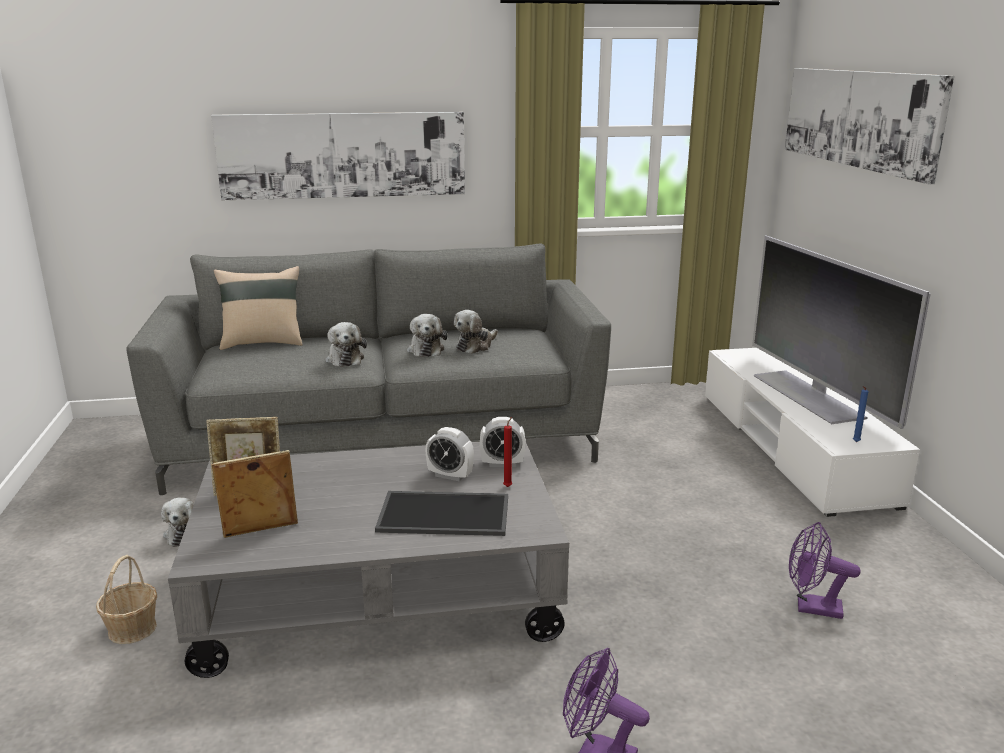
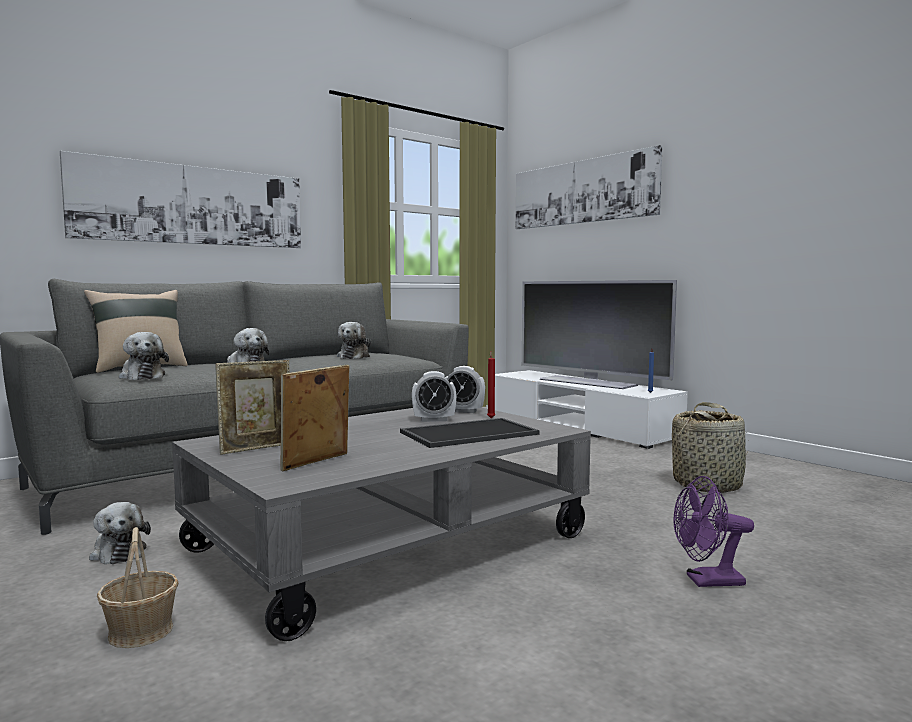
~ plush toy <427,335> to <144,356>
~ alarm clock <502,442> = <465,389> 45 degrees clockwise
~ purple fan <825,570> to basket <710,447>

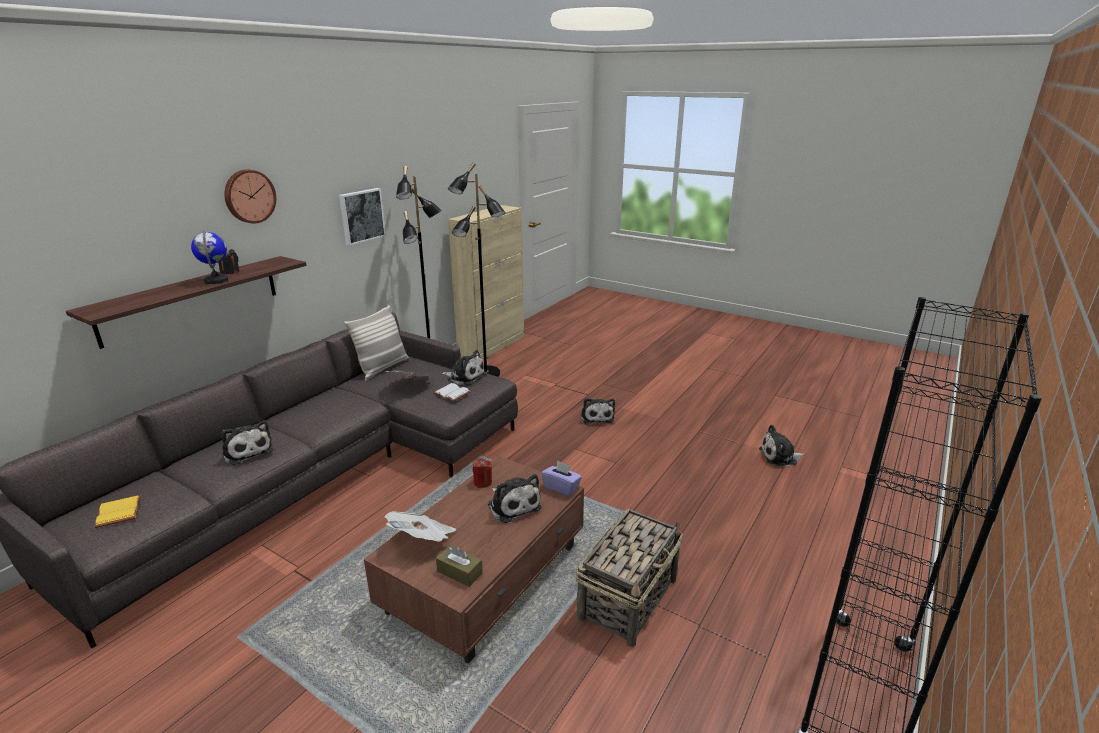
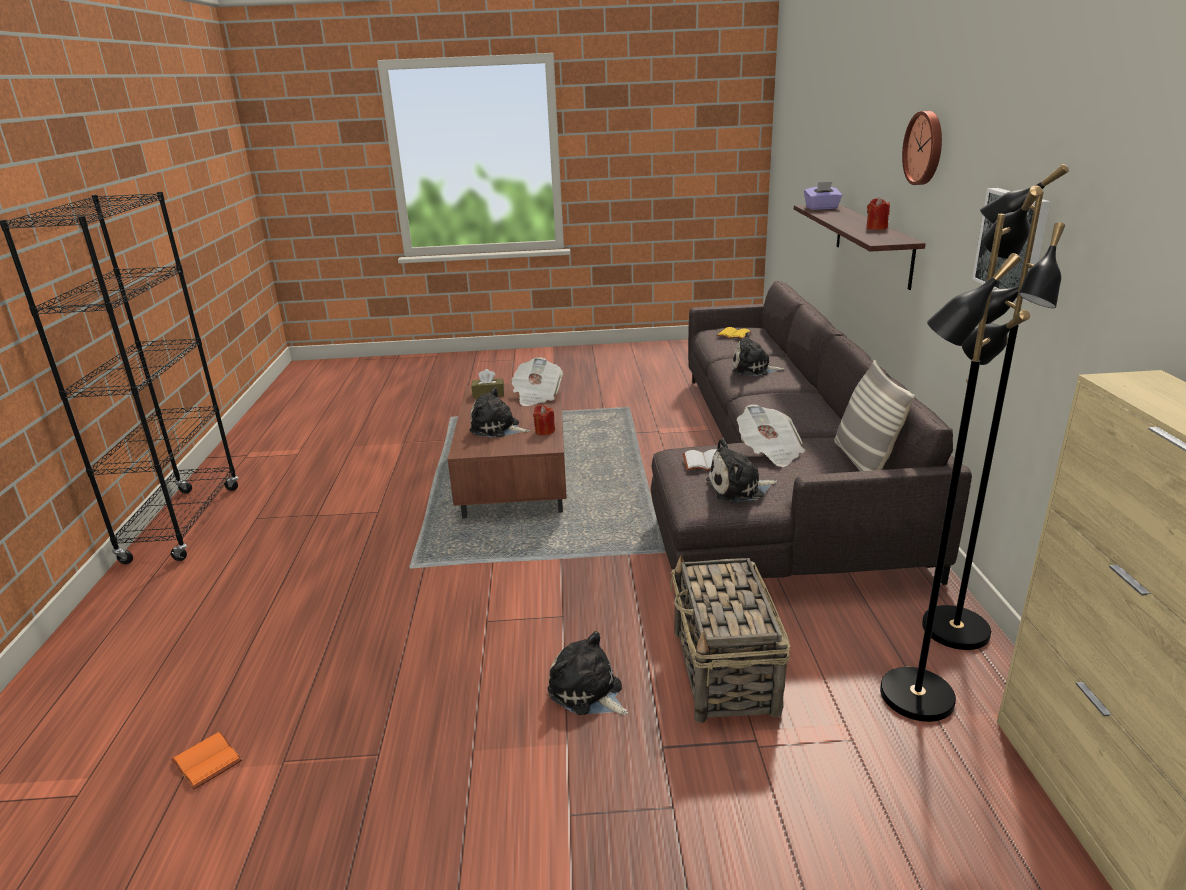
- globe <209,257>
~ black candle <229,261> to red candle <878,213>
~ purple tissue box <561,478> to <823,196>
~ basket <629,578> to <730,639>
~ plush toy <782,445> to orange book <206,761>

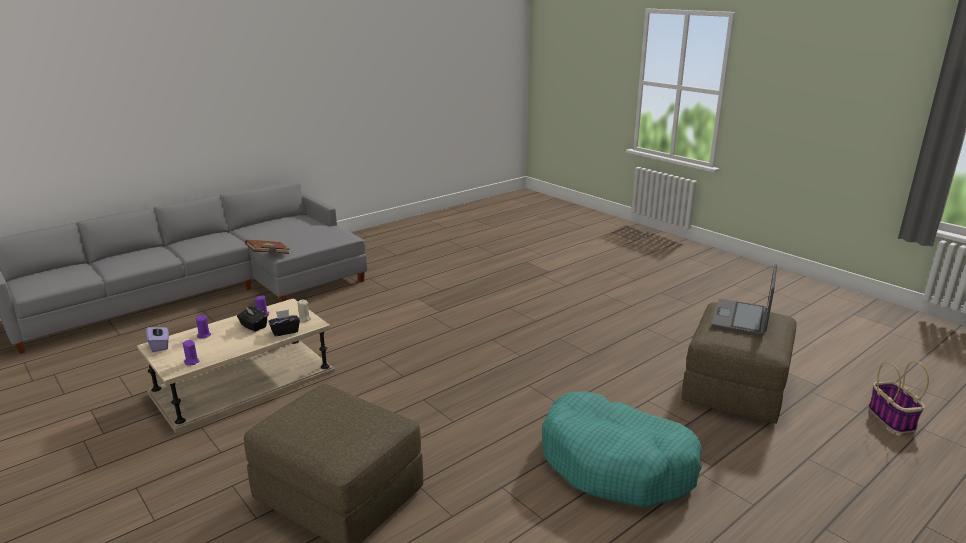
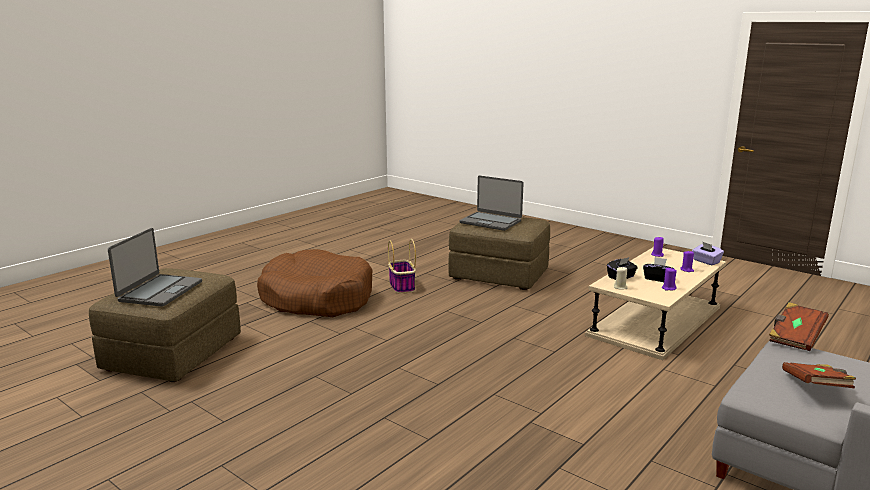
~ turquoise dog bed <622,449> to brown dog bed <314,283>
~ basket <899,397> to <402,266>
+ laptop <492,203>
+ brown book <819,375>

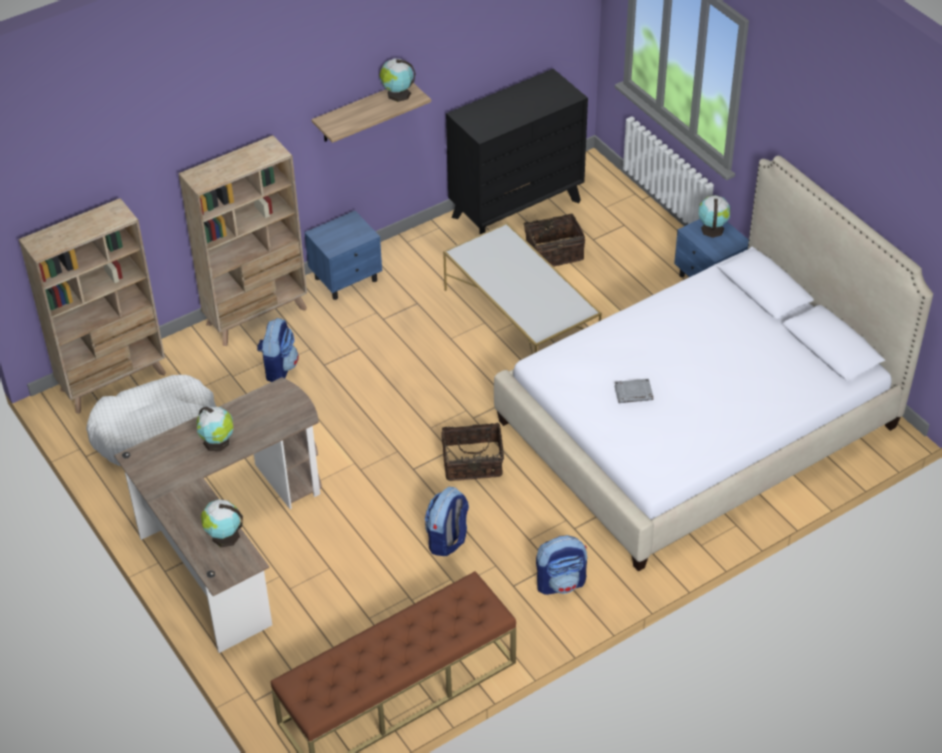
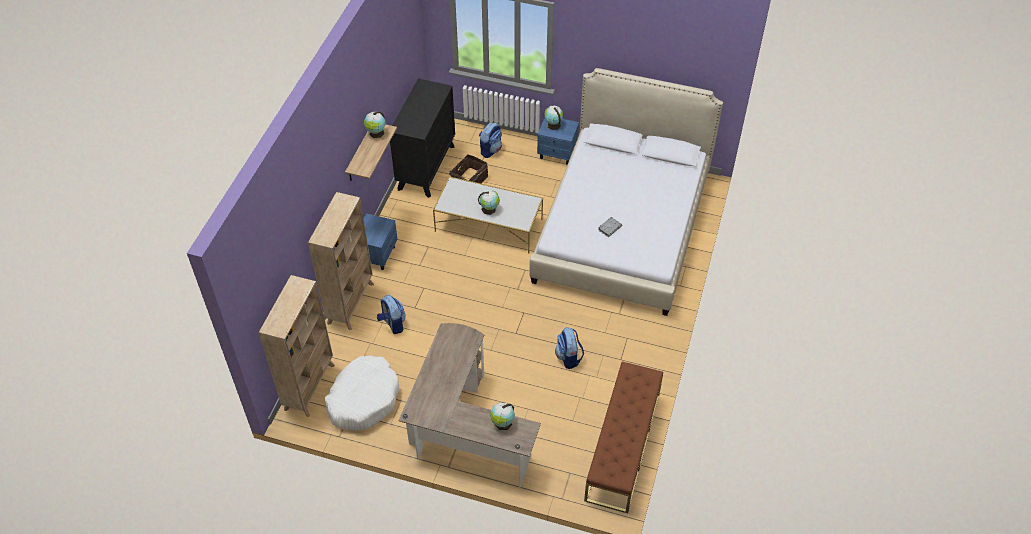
~ globe <215,429> to <489,202>
- basket <472,452>
~ backpack <561,565> to <490,140>

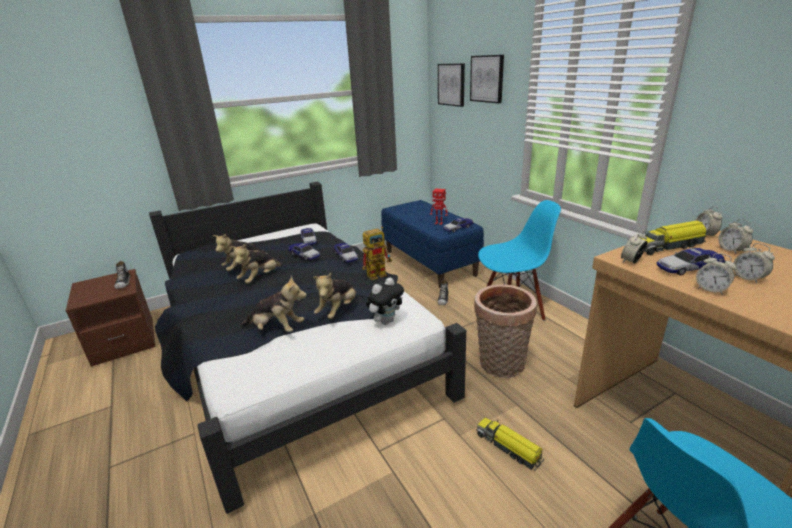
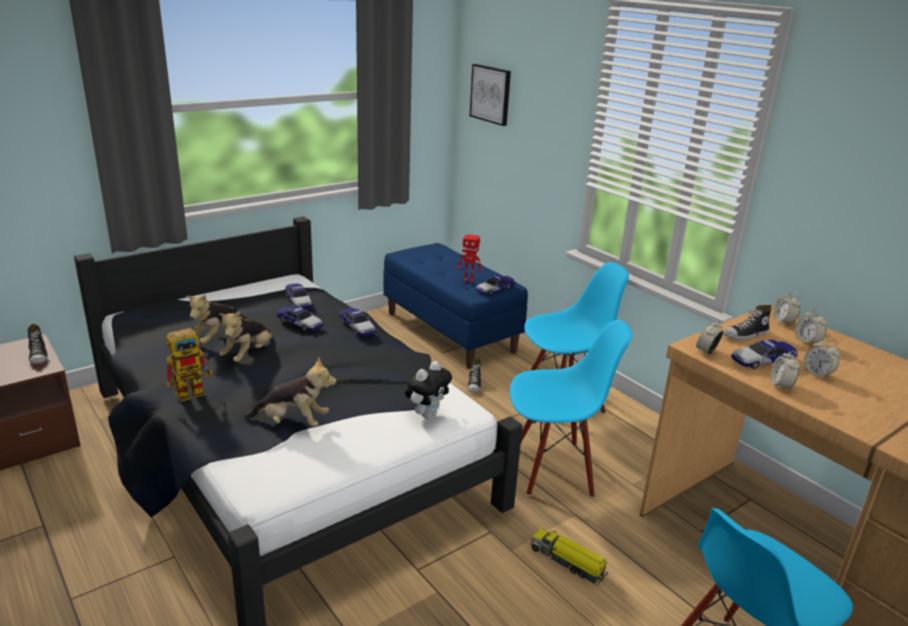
- plush toy <334,296>
~ toy robot <377,253> to <189,364>
- picture <487,79>
~ basket <505,331> to blue chair <571,409>
~ toy truck <673,238> to shoe <747,322>
~ alarm clock <716,274> = <785,369> 60 degrees clockwise

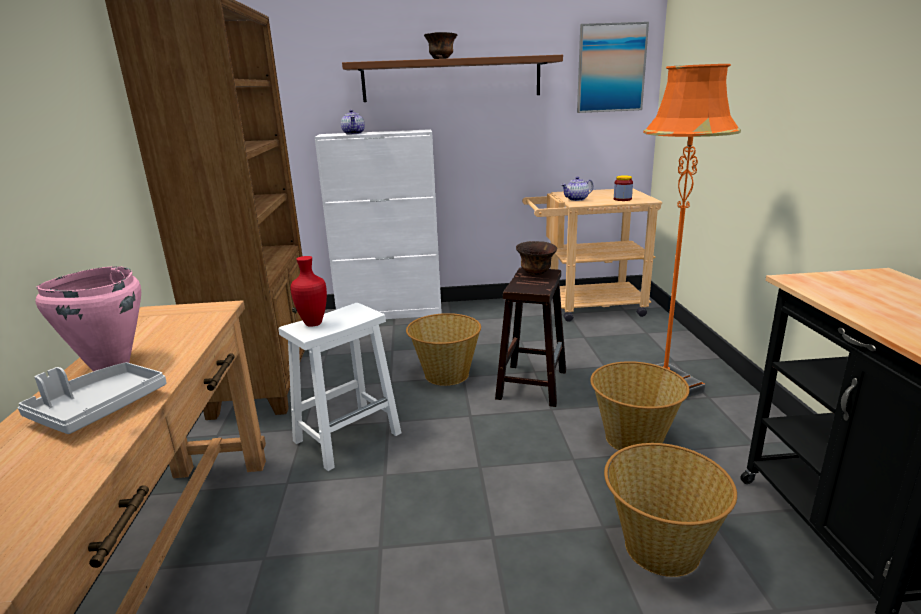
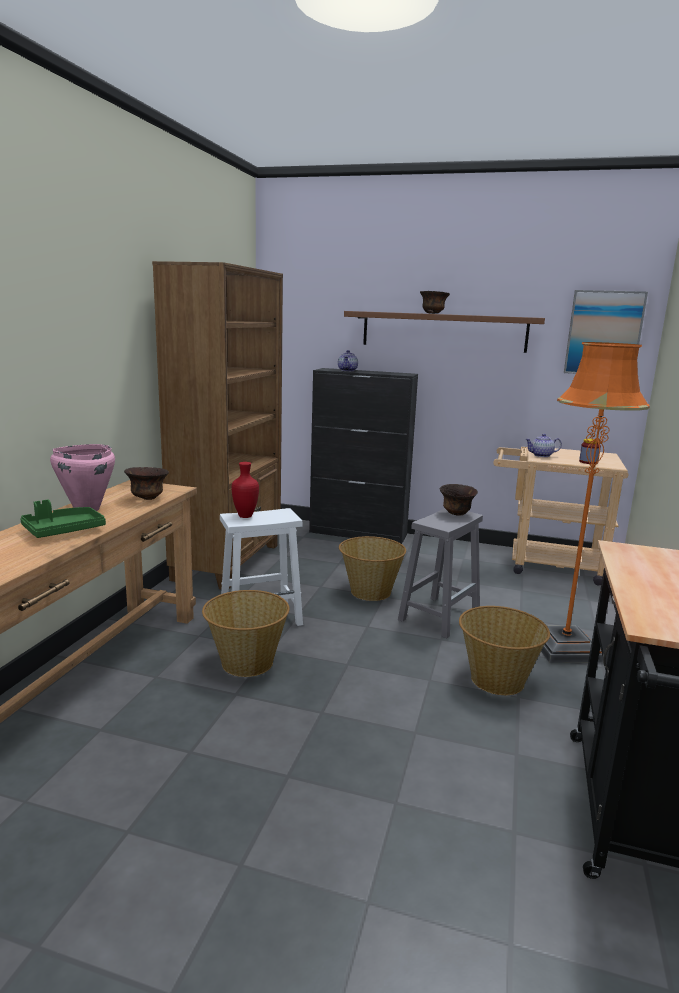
~ grey tray <92,398> to green tray <63,519>
~ white cabinet <378,224> to black cabinet <363,456>
~ brown stool <530,337> to grey stool <440,573>
~ basket <670,510> to <246,633>
+ brown bowl <146,483>

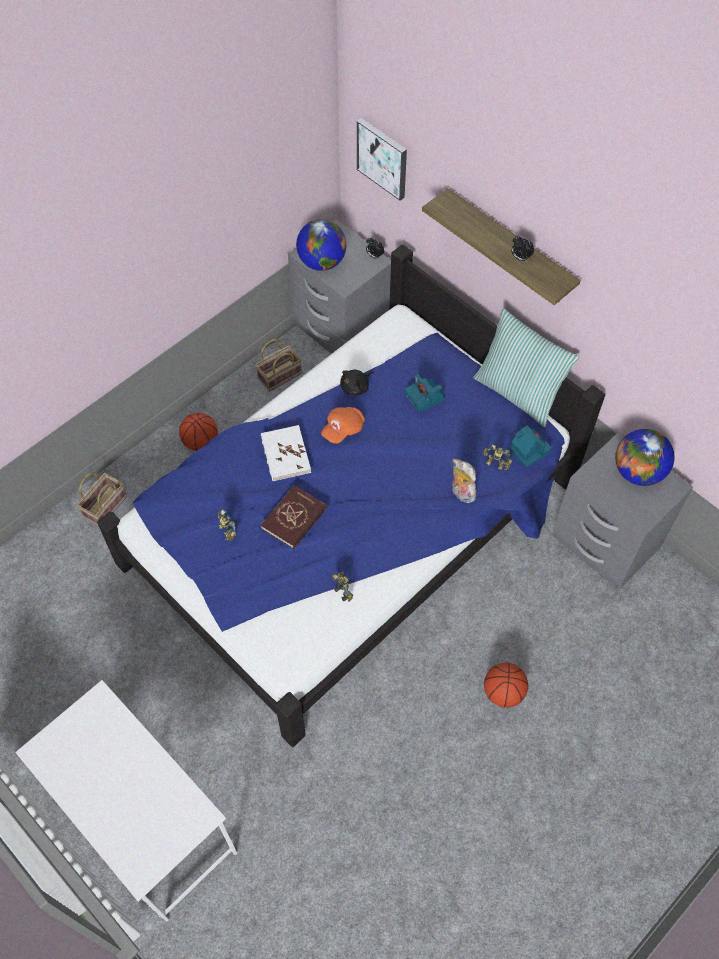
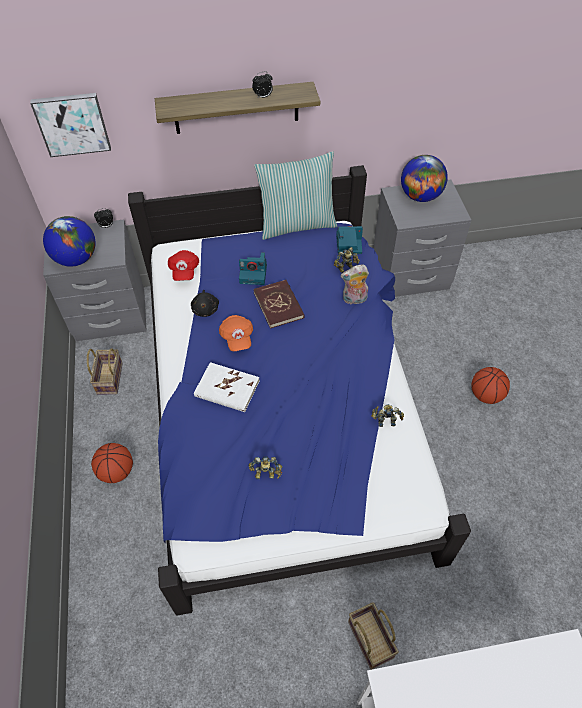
~ basket <102,499> to <373,636>
~ red book <293,517> to <278,304>
+ red cap <183,265>

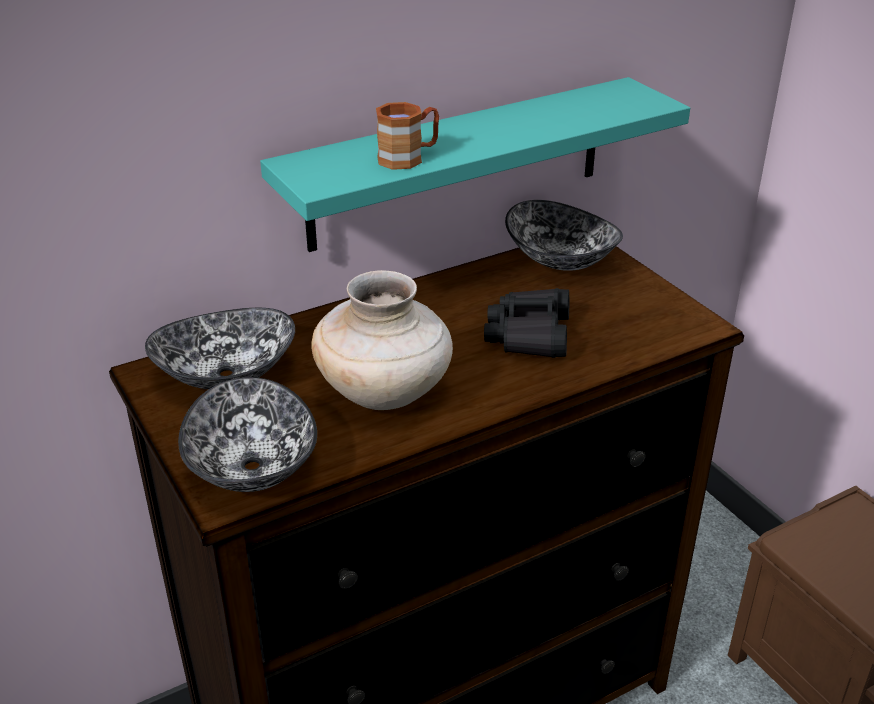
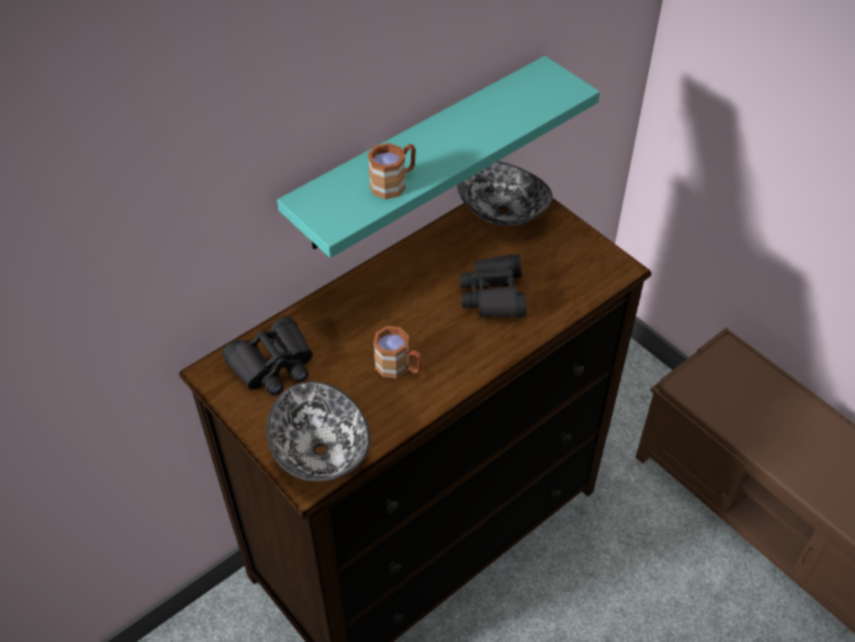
~ bowl <220,348> to black binoculars <267,355>
~ beige vase <382,340> to brown mug <397,352>

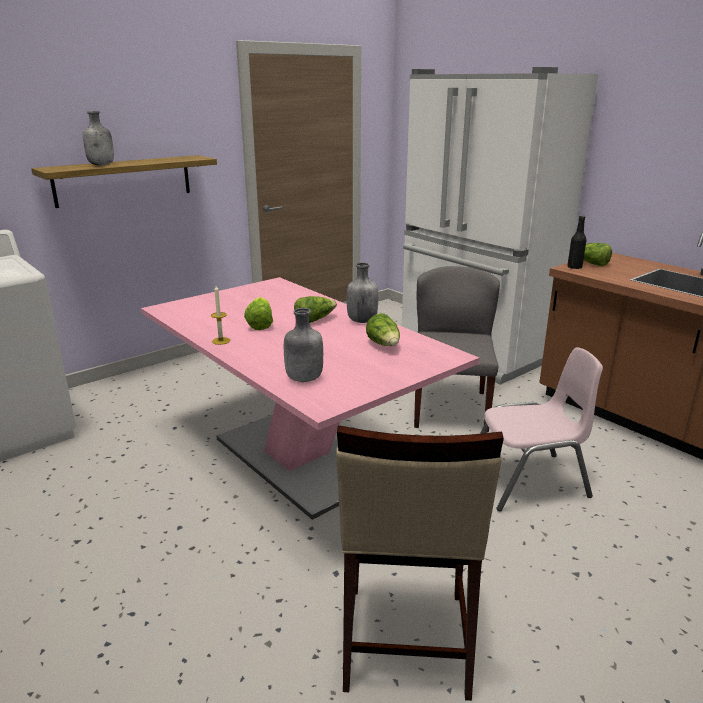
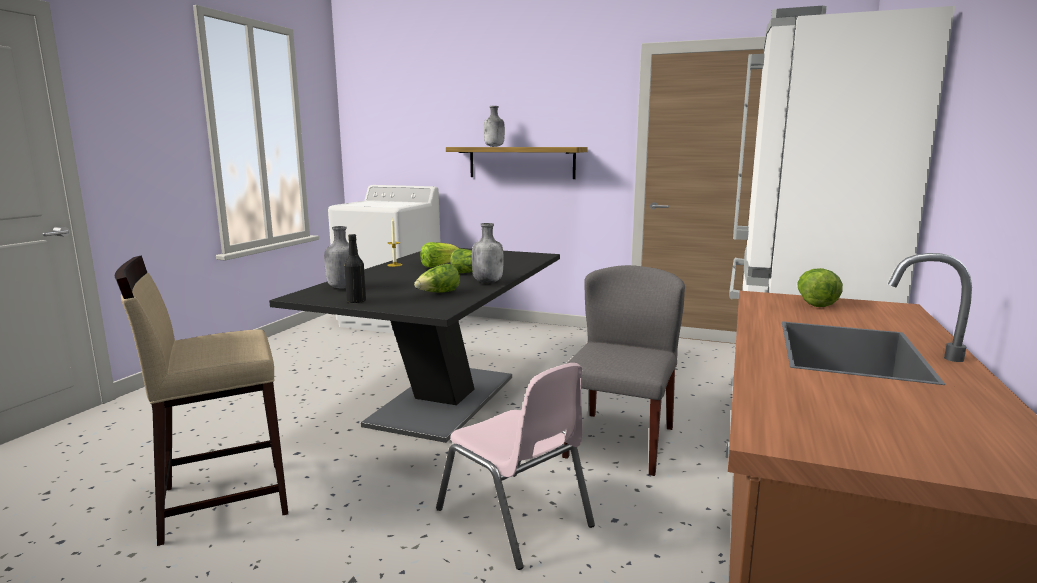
~ pink dining table <310,398> to black dining table <414,345>
~ grey chair <457,349> = <623,370> 45 degrees counterclockwise
~ black bottle <577,242> to <355,269>

